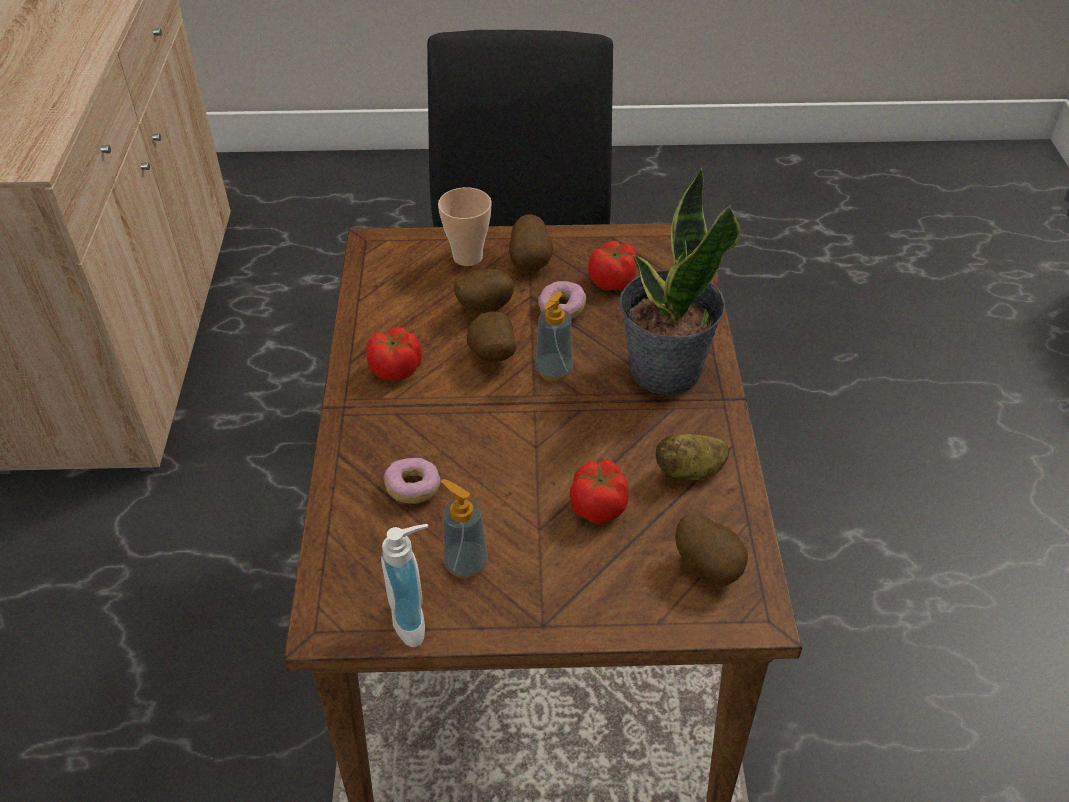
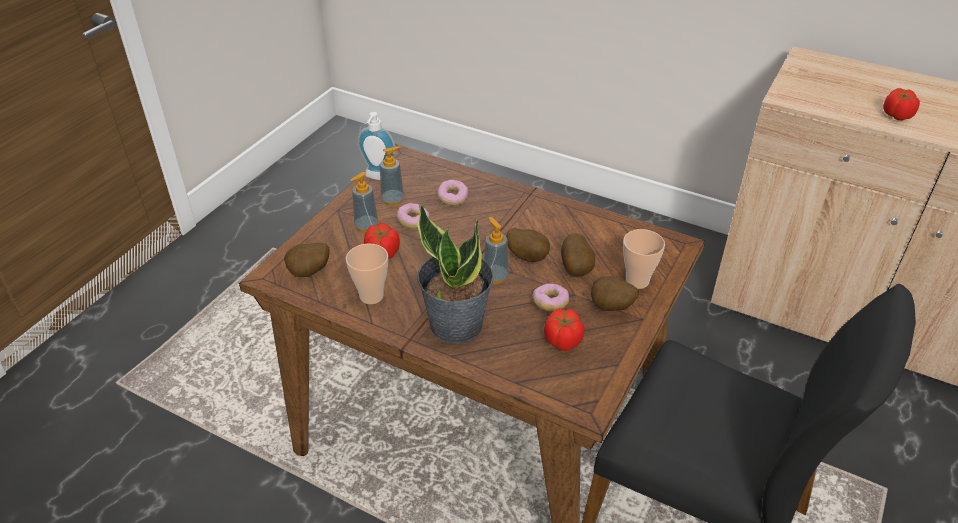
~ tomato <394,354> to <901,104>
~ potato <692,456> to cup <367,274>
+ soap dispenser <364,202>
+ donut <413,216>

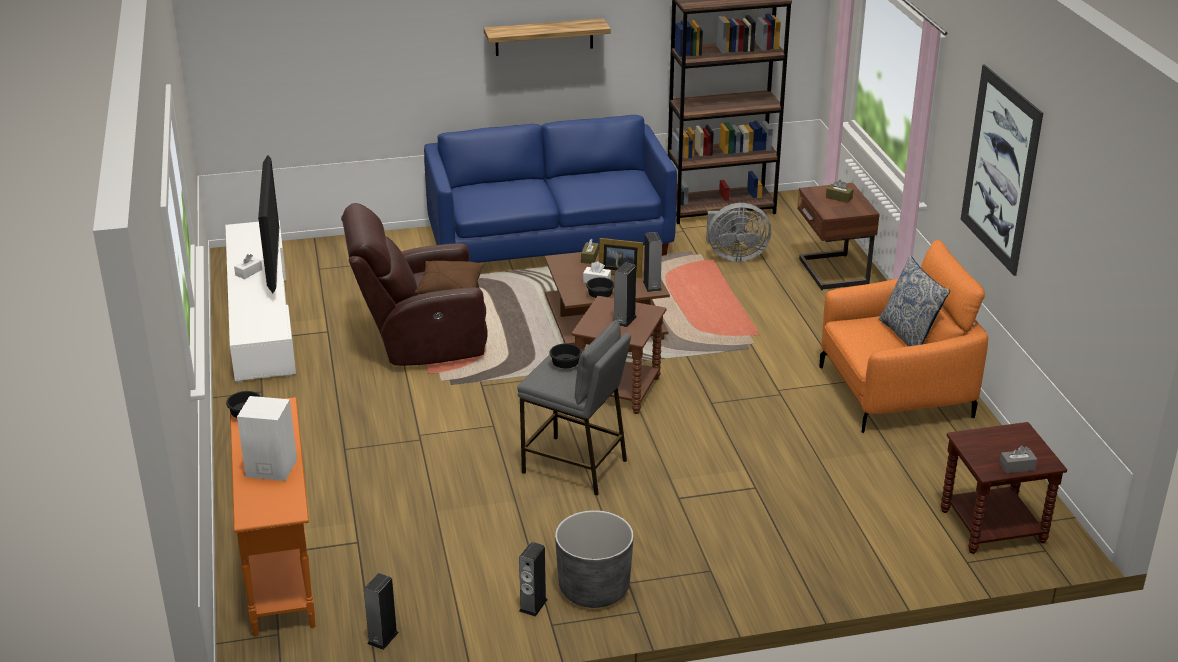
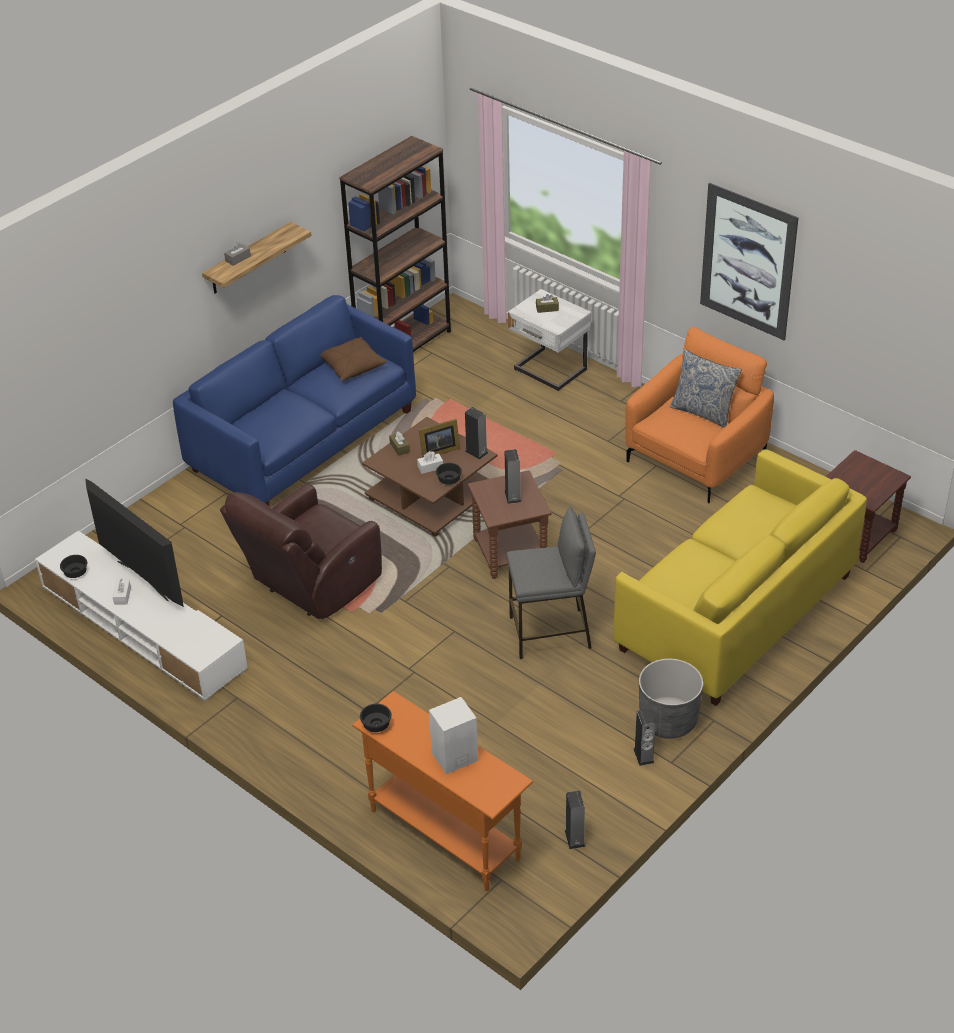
~ brown pillow <449,277> to <354,359>
~ black bowl <565,355> to <73,566>
- grey fan <738,232>
~ brown nightstand <838,236> to white nightstand <549,340>
~ grey tissue box <1018,459> to <237,254>
+ yellow sofa <740,577>

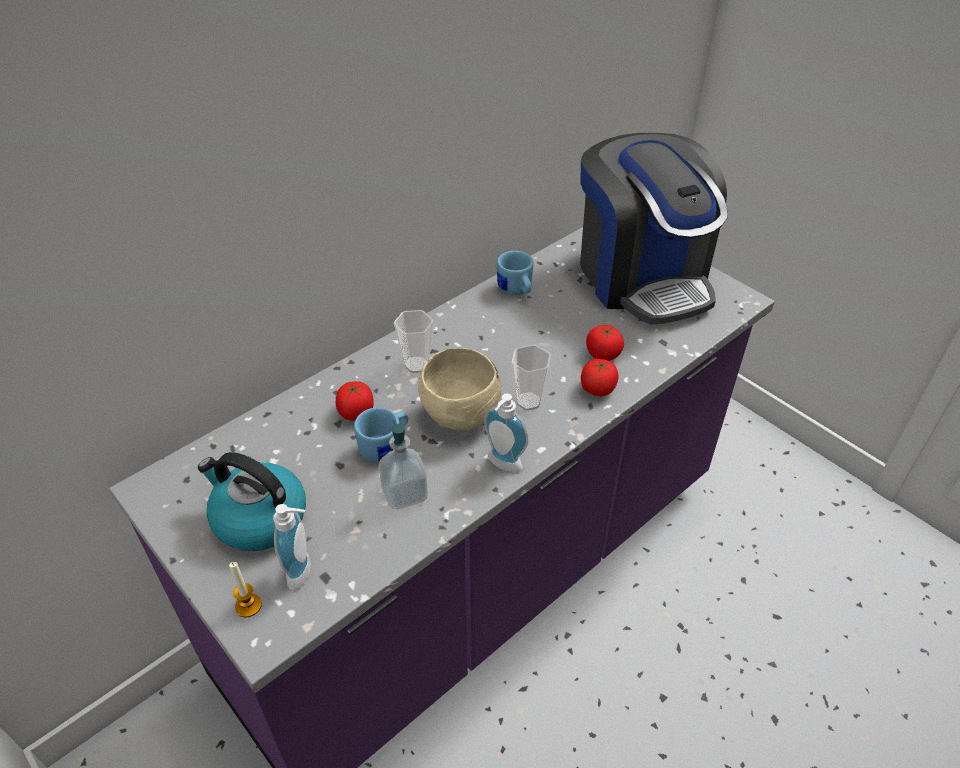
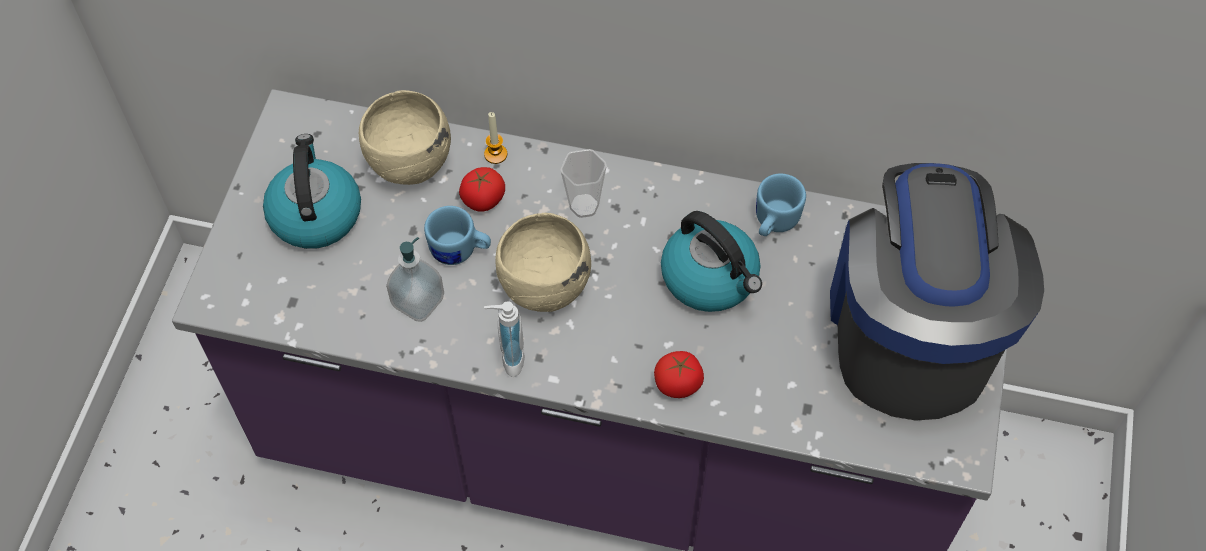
~ candle <245,589> to <495,138>
- soap dispenser <292,547>
- cup <531,378>
~ coffee machine <654,228> = <937,292> 150 degrees clockwise
- tomato <605,343>
+ beige bowl <405,137>
+ kettle <711,261>

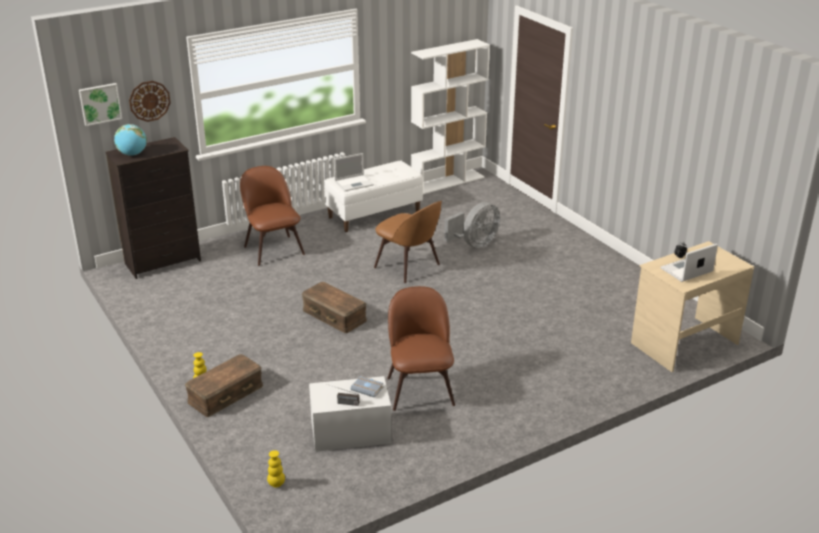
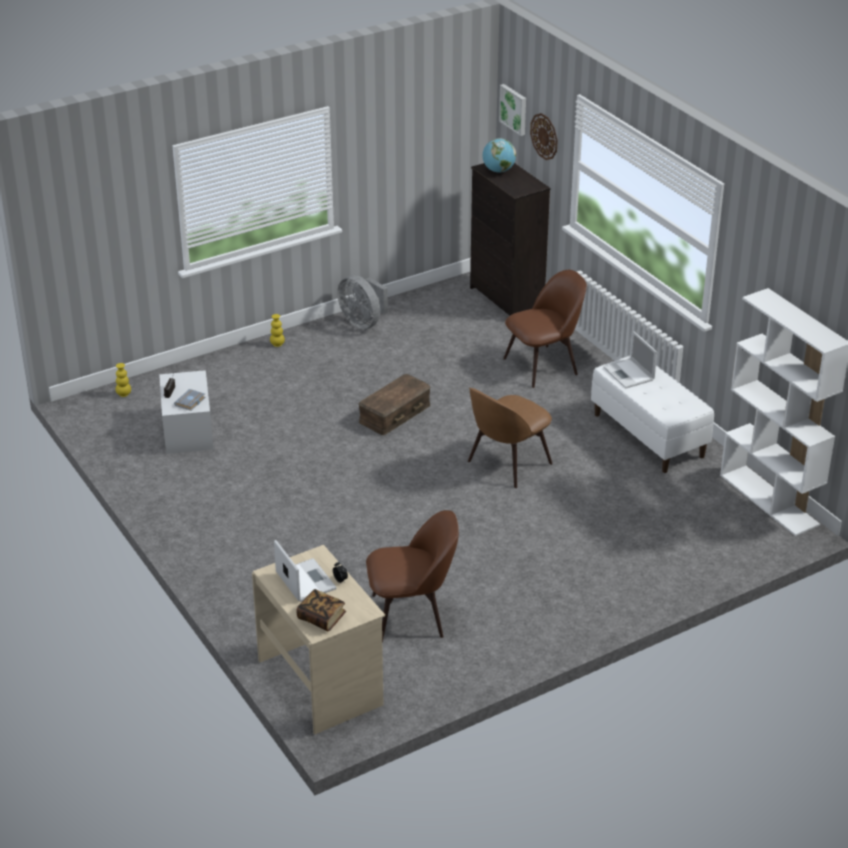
- brown storage box <224,385>
~ brown chair <421,348> to <412,576>
~ grey fan <472,225> to <362,302>
+ book <321,610>

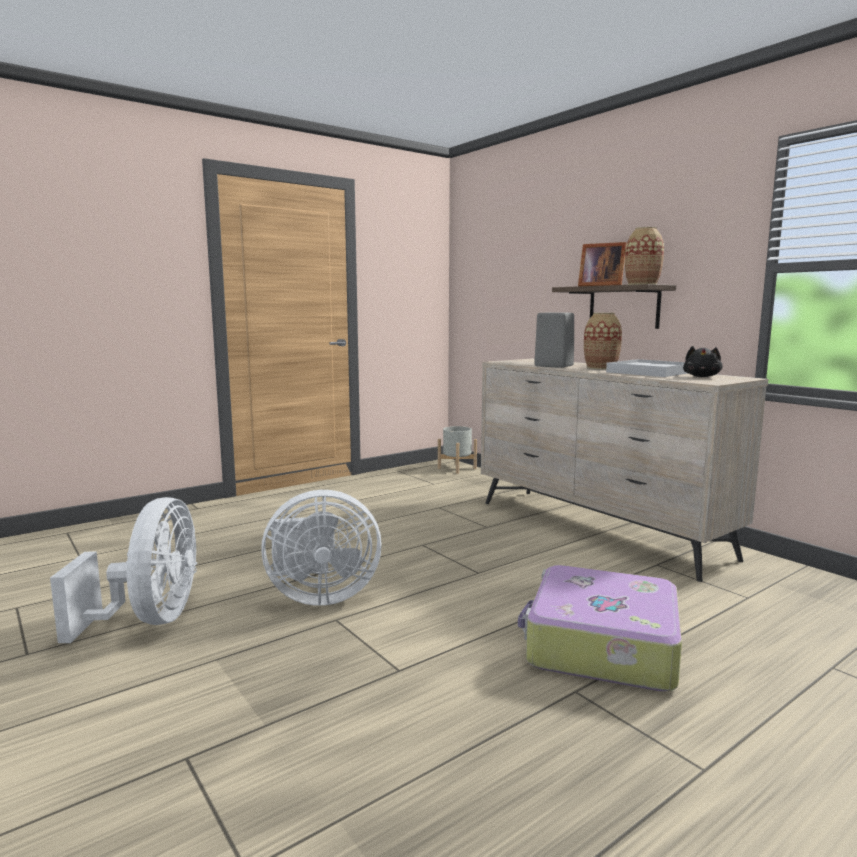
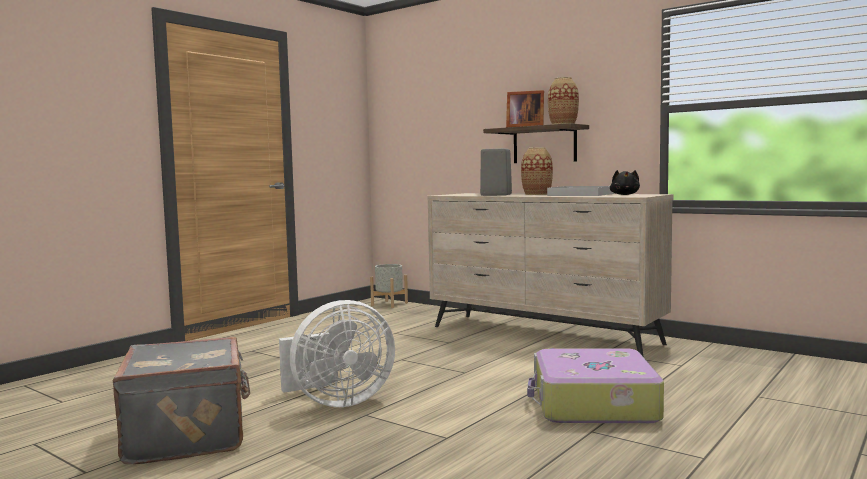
~ white fan <123,570> to grey suitcase <181,400>

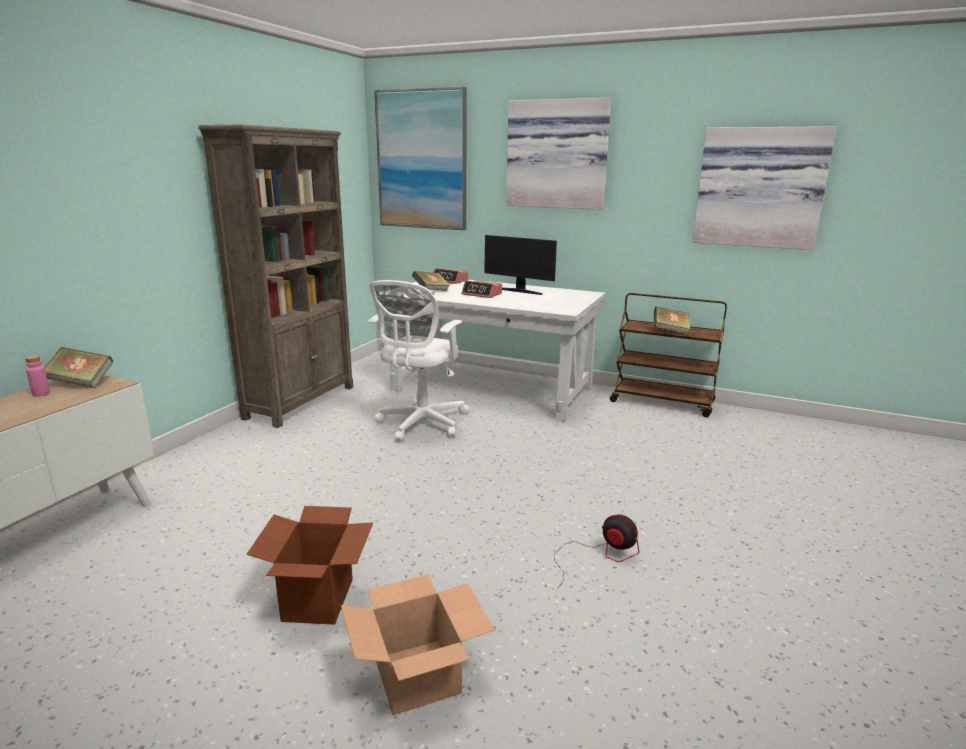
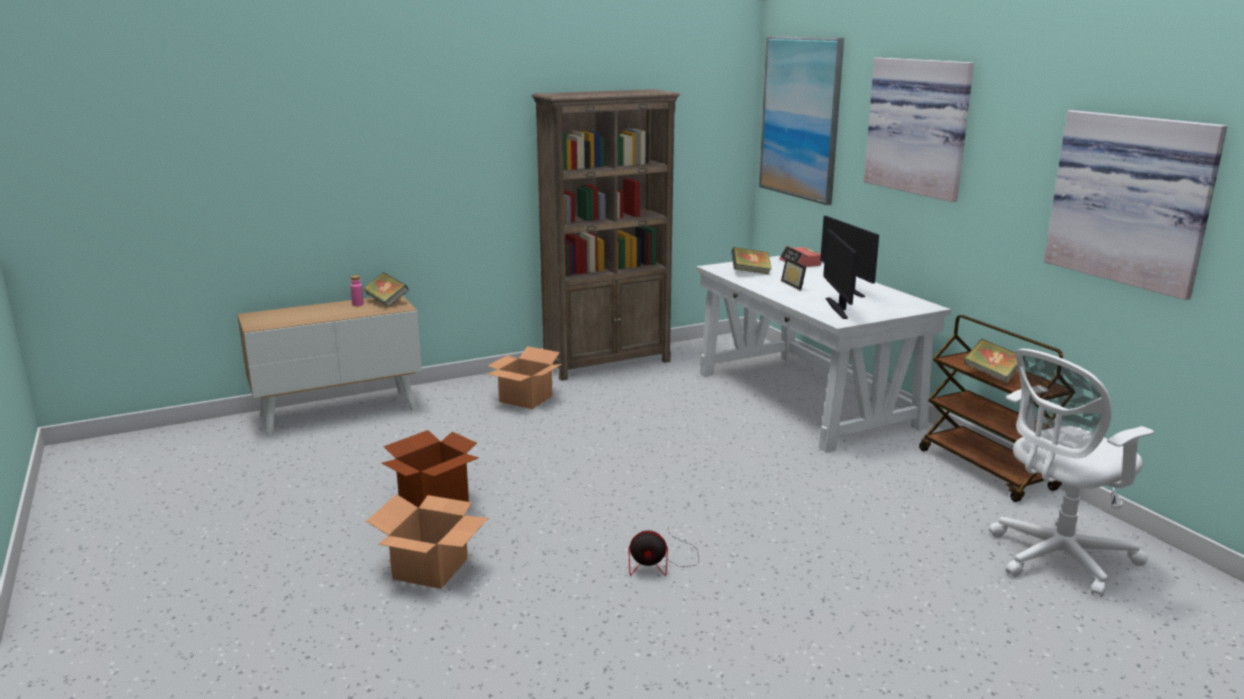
~ white office chair <419,361> to <1071,473>
~ alarm clock <482,289> to picture frame <793,274>
~ fan <596,552> = <664,551> 105 degrees clockwise
+ cardboard box <524,377>
+ monitor <840,274>

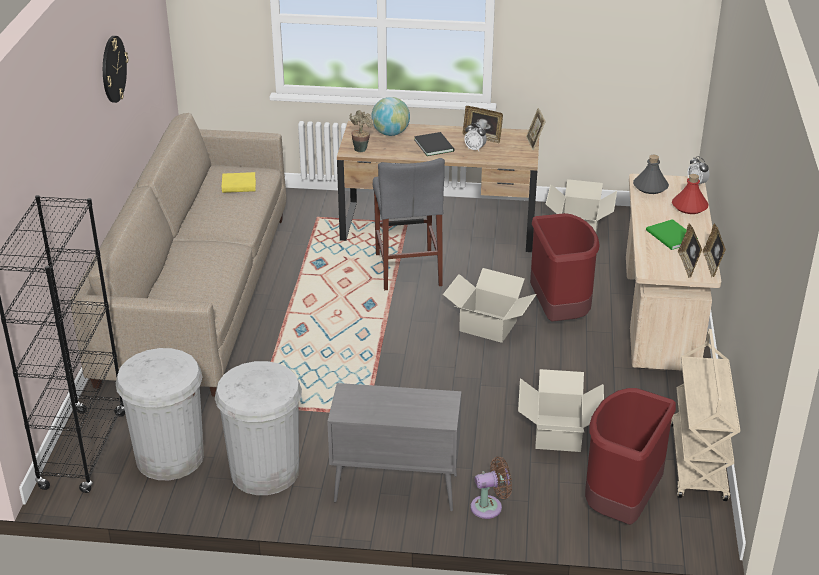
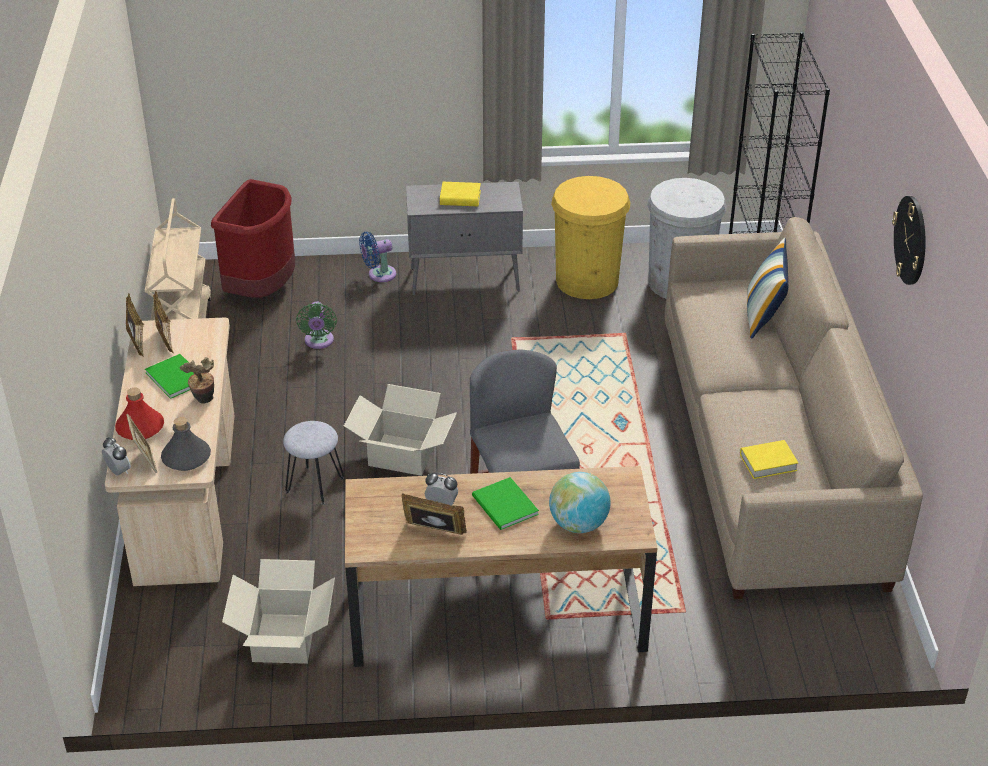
~ white trash can <258,428> to yellow trash can <590,237>
~ potted plant <362,131> to <197,380>
~ black book <434,144> to green book <505,503>
~ brown fan <491,488> to blue fan <377,257>
~ cardboard box <561,410> to green fan <316,325>
~ picture frame <536,129> to <141,443>
~ red trash can <565,267> to grey stool <313,463>
+ yellow book <460,194>
+ pillow <767,288>

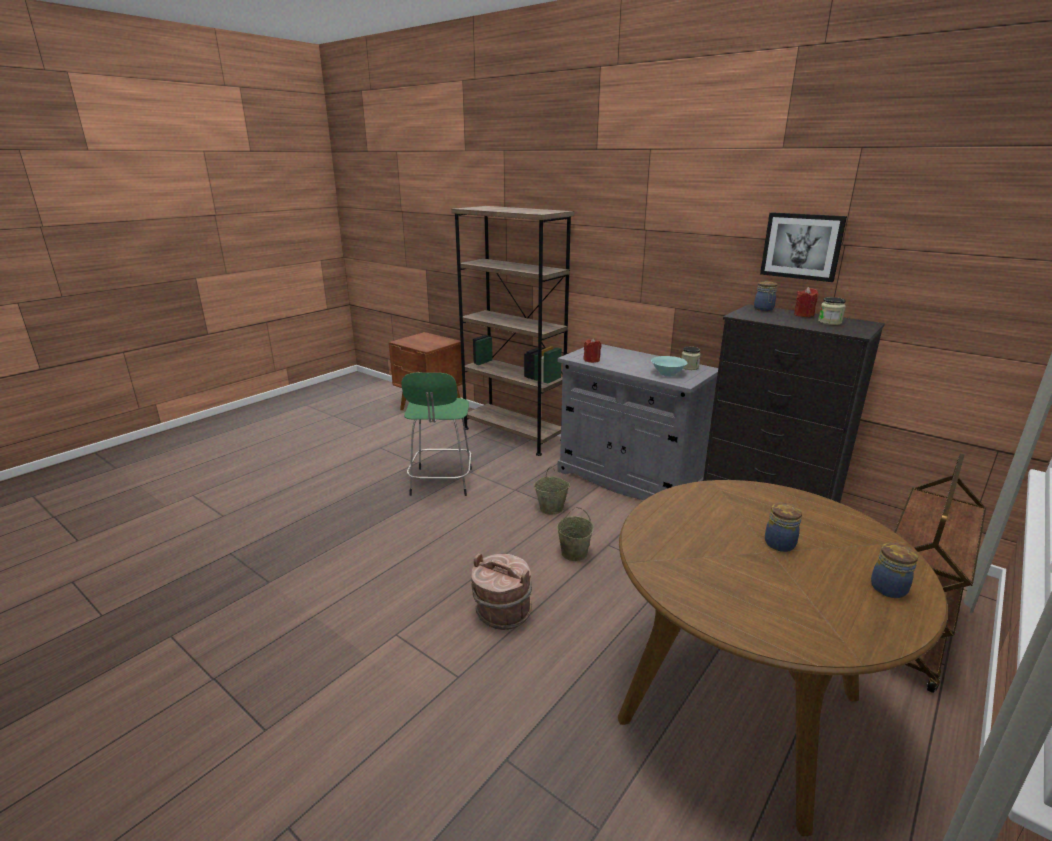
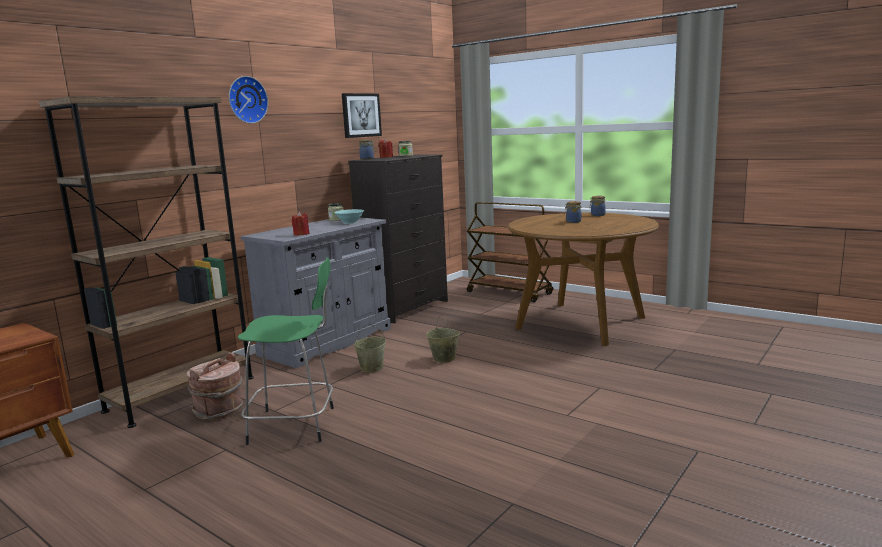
~ brown bucket <501,591> to <215,386>
+ wall clock <248,100>

